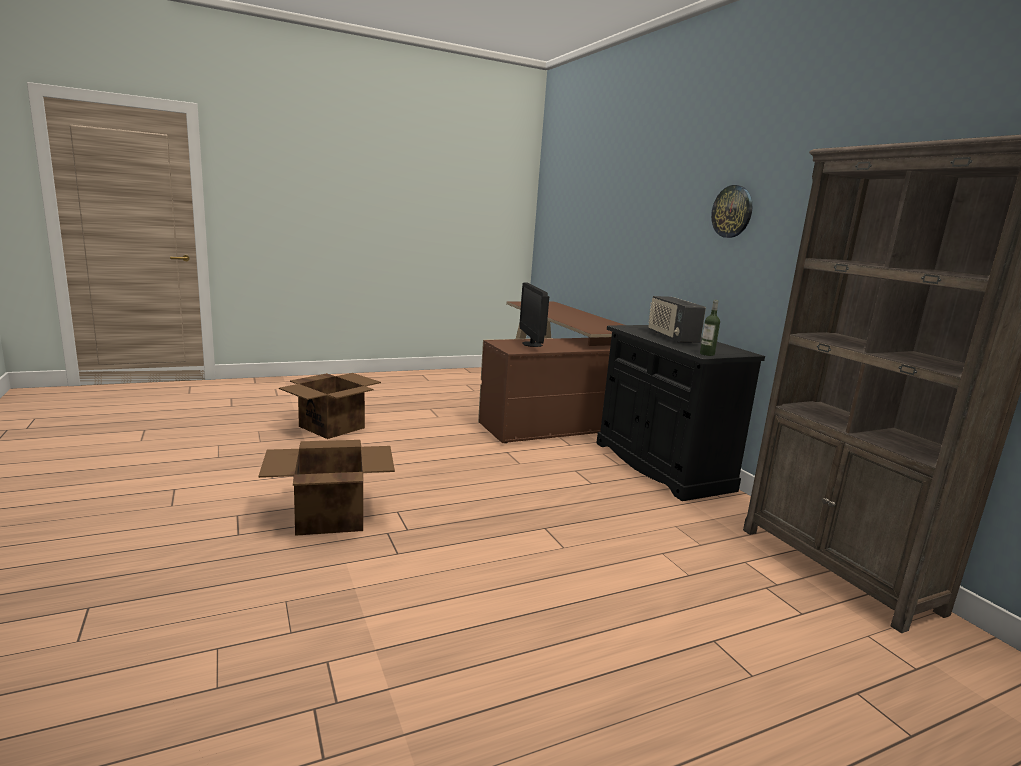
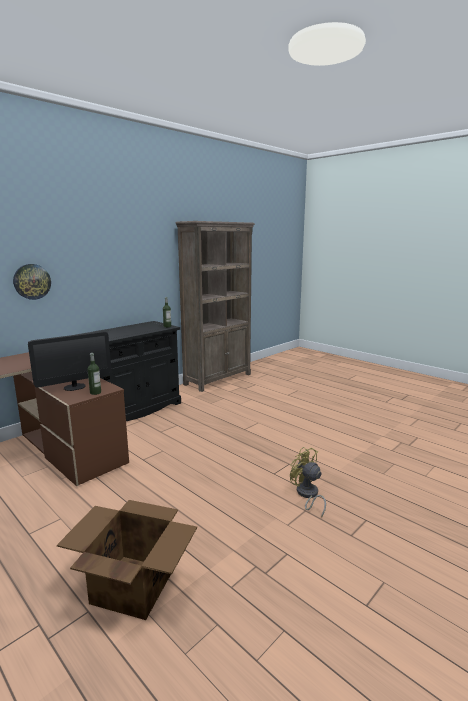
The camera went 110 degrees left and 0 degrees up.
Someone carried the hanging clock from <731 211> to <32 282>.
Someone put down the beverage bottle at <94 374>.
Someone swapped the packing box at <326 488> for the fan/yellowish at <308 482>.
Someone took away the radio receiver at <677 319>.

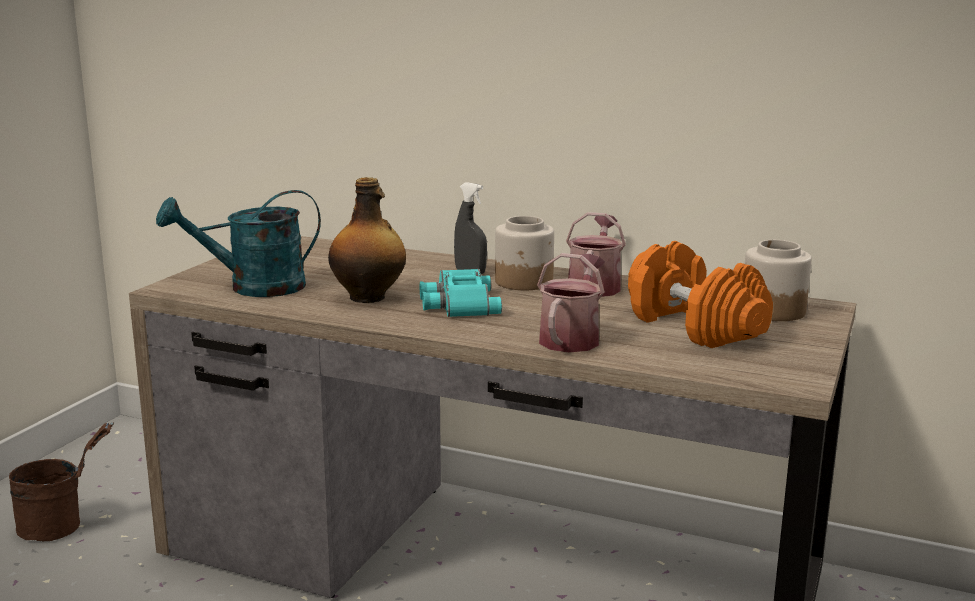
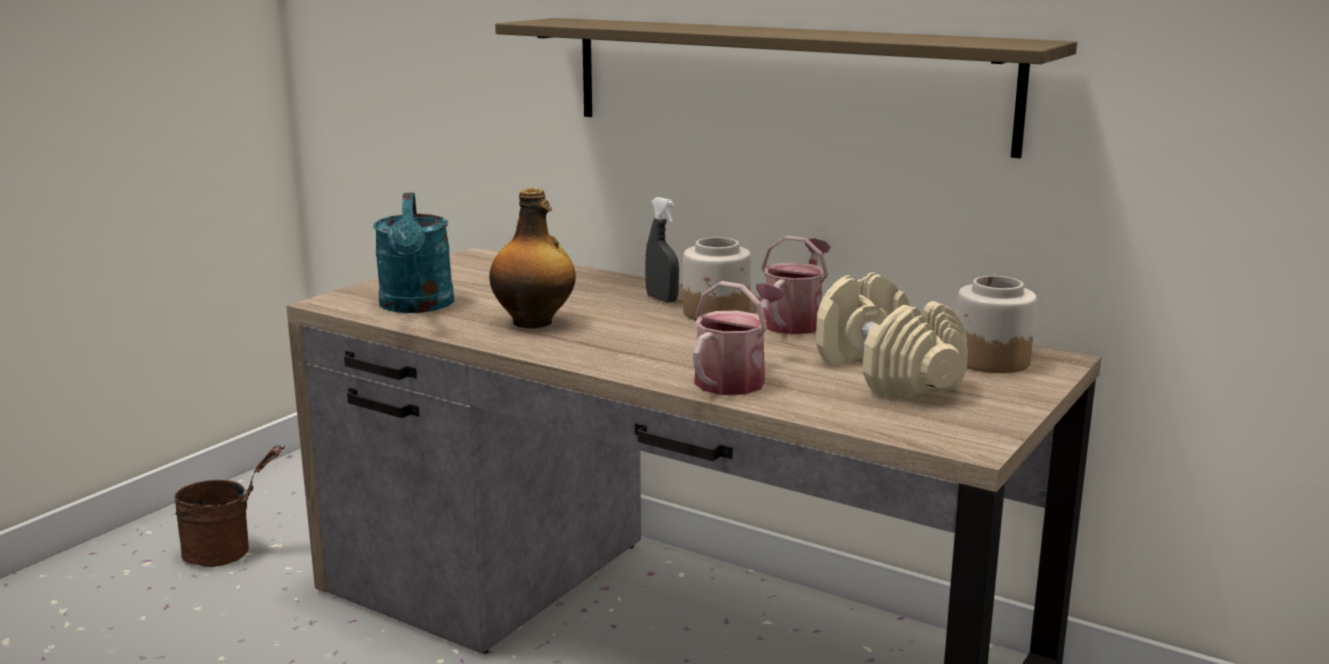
The camera went 10 degrees right and 0 degrees up.
Someone rotated the watering can/blue-green at <238 243> by 90 degrees counterclockwise.
Someone put up the wall shelf at <786 88>.
Someone repainted the dumbbell/orange-coloured at <700 294>, which became the dumbbell/sand-coloured at <892 336>.
Someone took away the field glasses/blue-green at <461 293>.

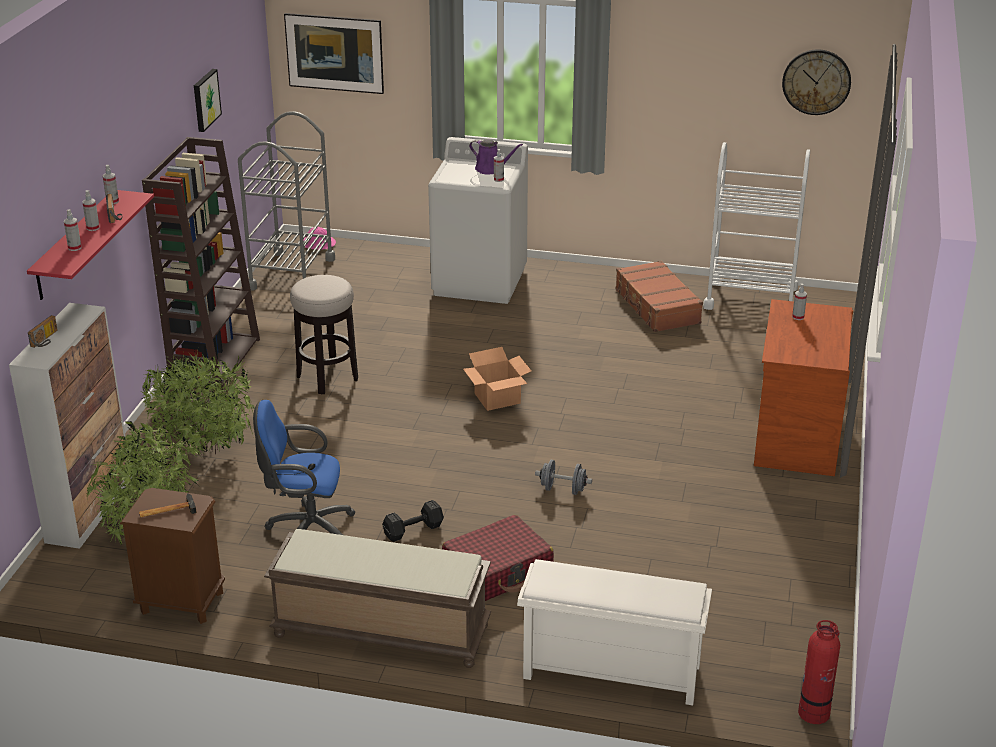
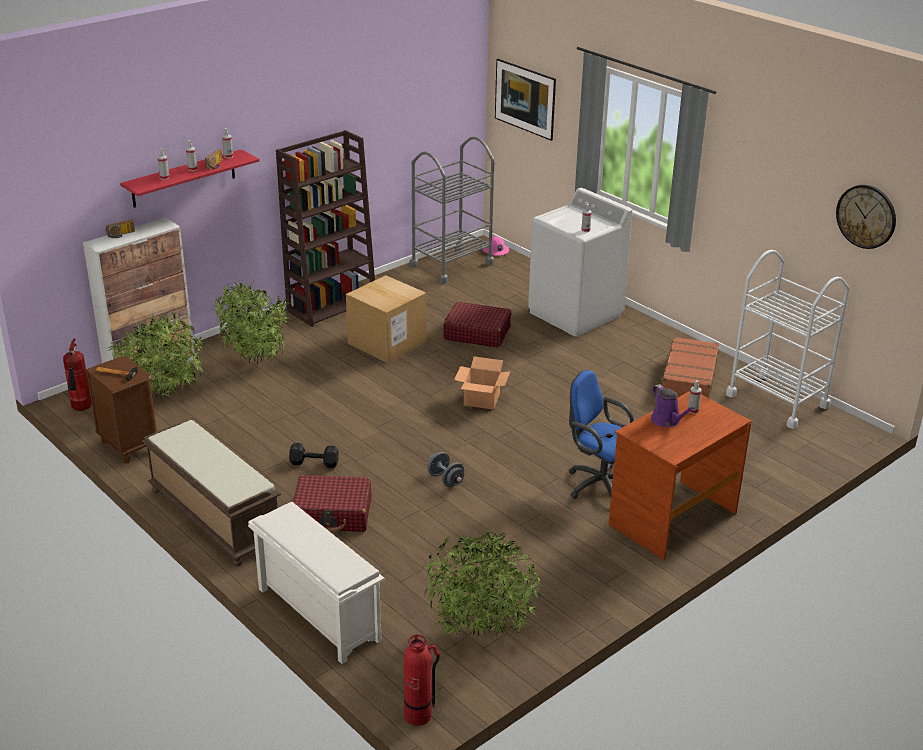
The camera went 35 degrees right and 0 degrees up.
Someone put down the fire-fighting cylinder at <77 374>.
Someone swapped the sitting stool at <324 335> for the packing box at <386 319>.
Someone put down the potted plant at <483 585>.
Someone put down the suitcase/reddish at <477 324>.
Someone carried the desk chair/blue from <304 467> to <601 434>.
Someone carried the watering can/purplish from <496 156> to <673 405>.
Someone took away the wall art at <208 100>.

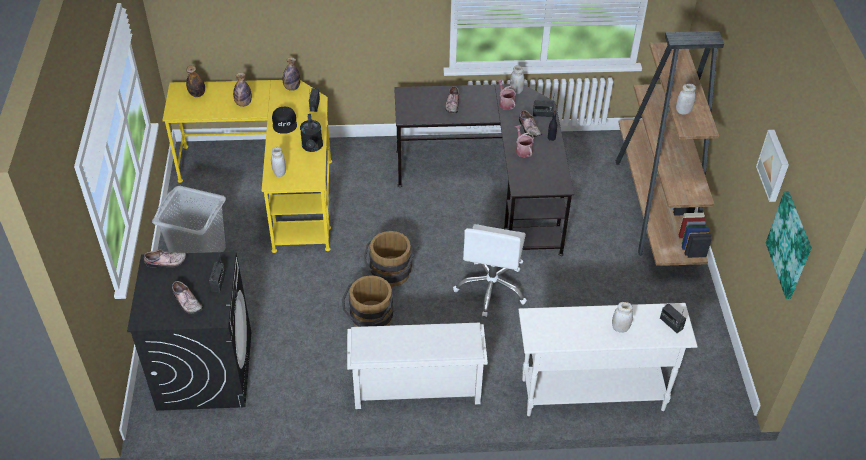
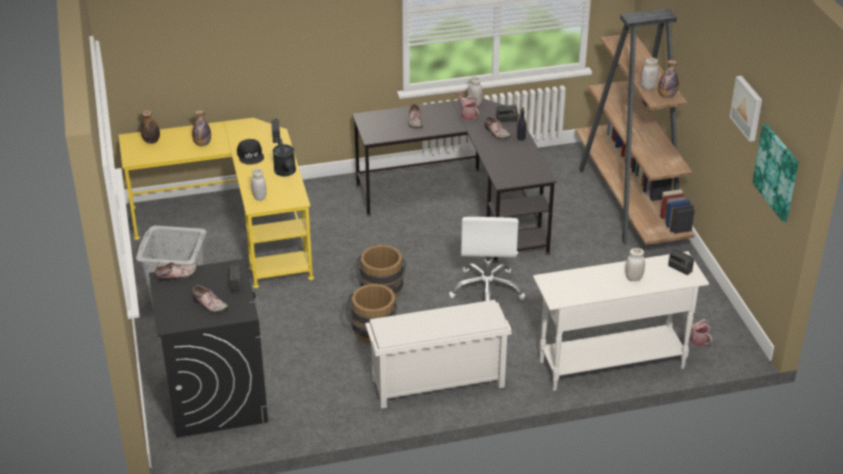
The camera went 10 degrees left and 10 degrees down.
Someone carried the beverage bottle from <291 74> to <668 79>.
Someone carried the watering can from <524 141> to <698 329>.

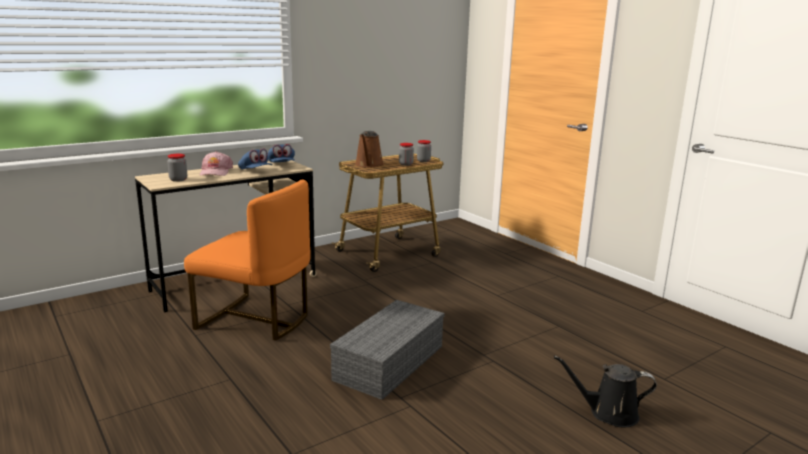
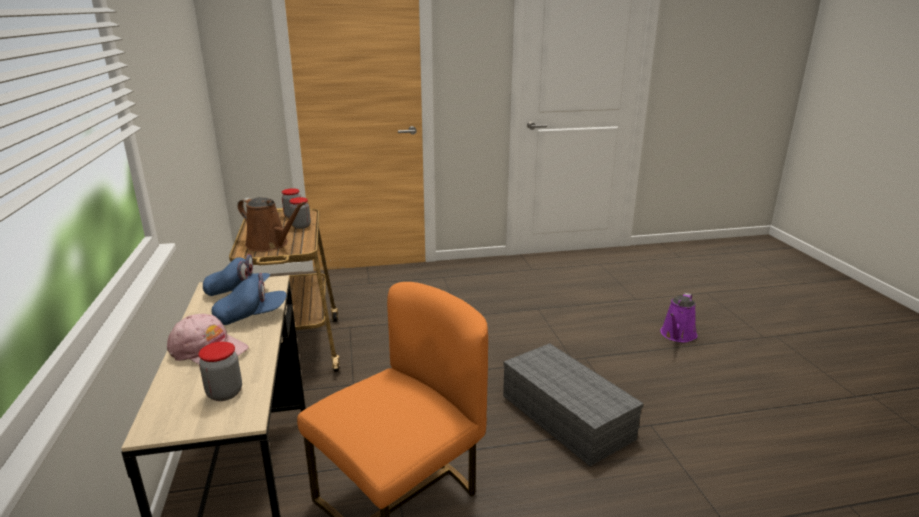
The camera went 65 degrees left and 5 degrees up.
Someone repainted the watering can/blackish at <605 391>, which became the watering can/purplish at <678 317>.

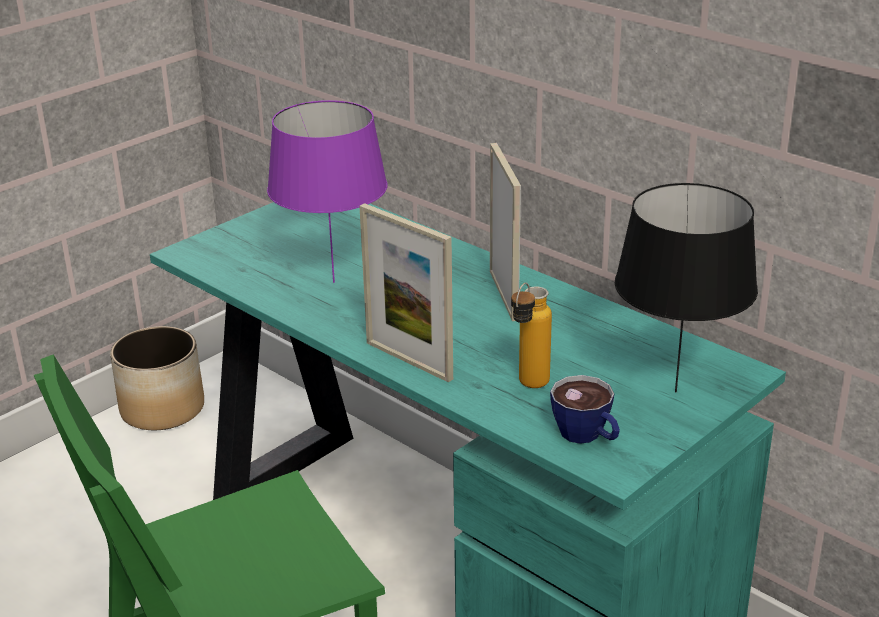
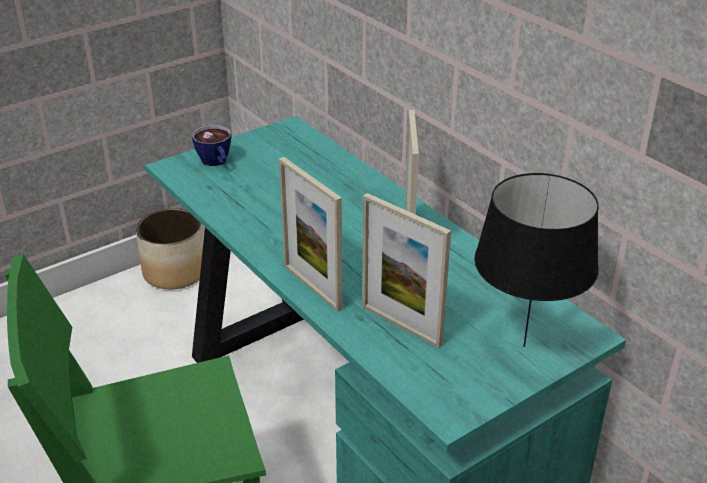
The camera went 10 degrees right and 5 degrees up.
Someone carried the small cup from <585 409> to <211 145>.
Someone swapped the beverage bottle at <531 335> for the picture frame at <406 270>.
Someone took away the tabletop lamp/purplish at <327 191>.

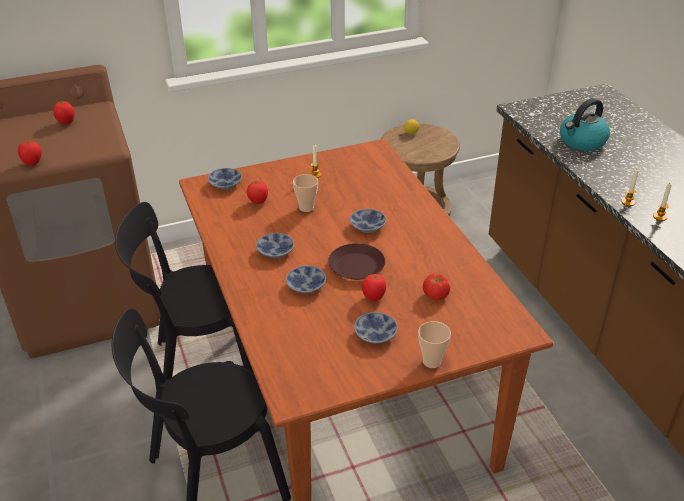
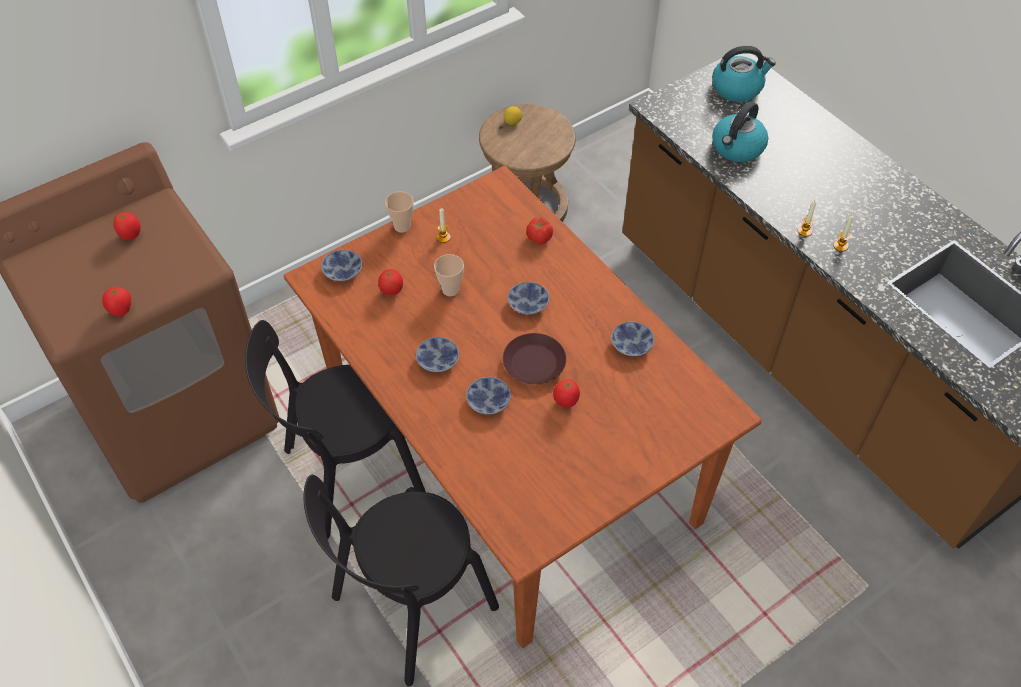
The camera went 15 degrees left and 15 degrees up.
Someone carried the small cup from <434 344> to <399 212>.
Someone carried the fresh tomato from <436 287> to <539 231>.
Someone carried the bowl from <376 328> to <632 339>.
Someone put down the tea kettle at <744 74>.

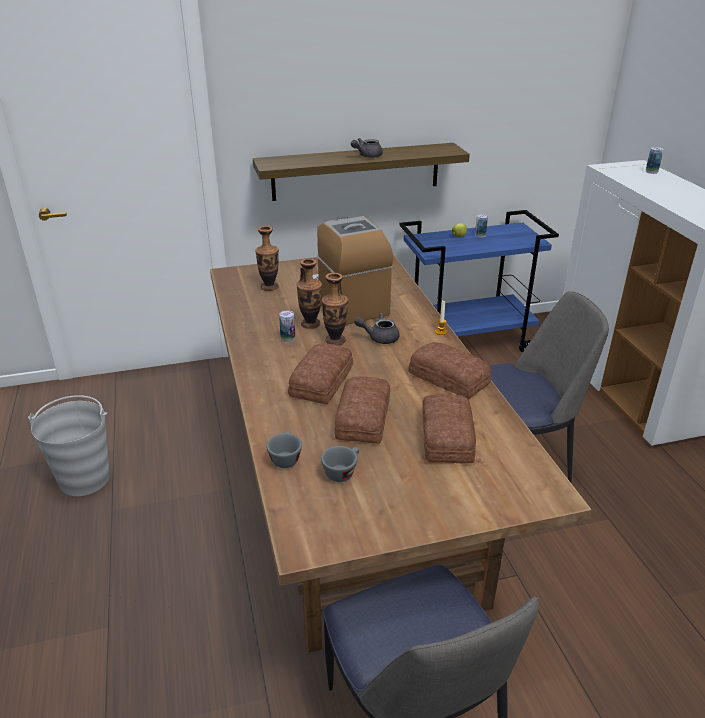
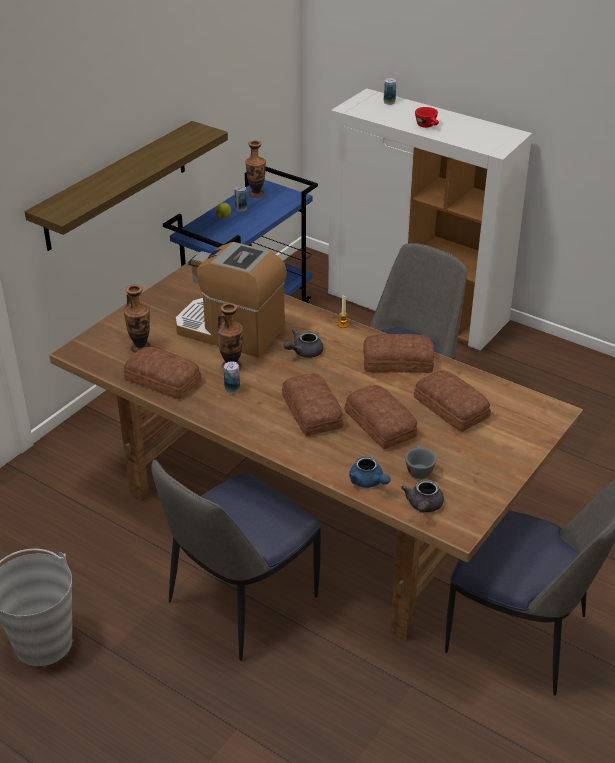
The camera went 40 degrees left and 5 degrees up.
Someone put down the bread at <162 373>.
Someone put down the upright chair at <236 560>.
Someone carried the decorative vase from <335 309> to <255 169>.
Someone swapped the small cup/greyish at <284 449> for the pot for tea/blue at <369 472>.
Someone carried the pot for tea/greyish from <367 148> to <422 496>.
Someone put down the small cup/reddish at <427 117>.

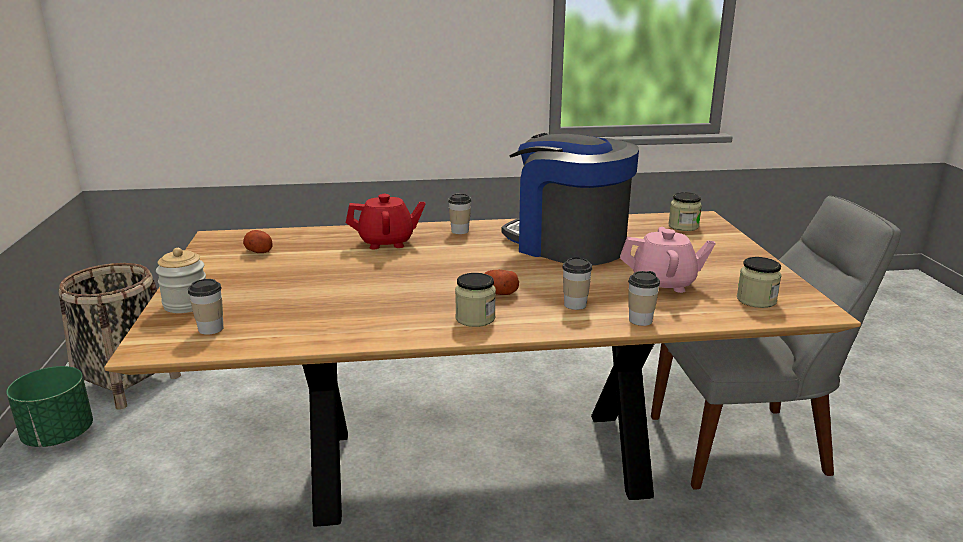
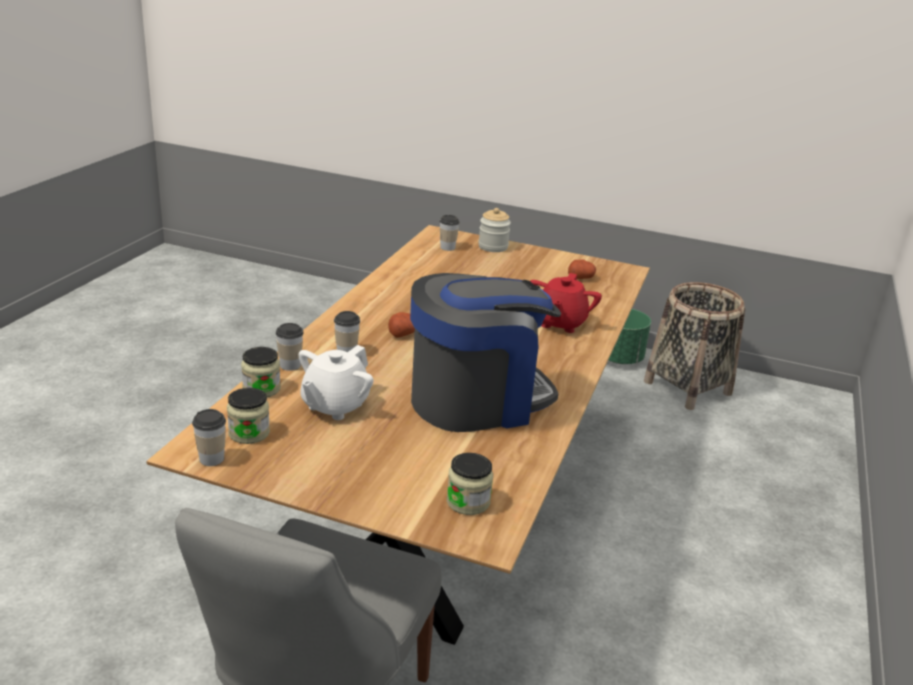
The camera went 115 degrees right and 5 degrees up.
Someone carried the small cup from <459 214> to <209 437>.
Someone carried the storage jar from <475 300> to <261 372>.
Someone repainted the pot for tea/pink-coloured at <668 260>, which became the pot for tea/white at <336 382>.

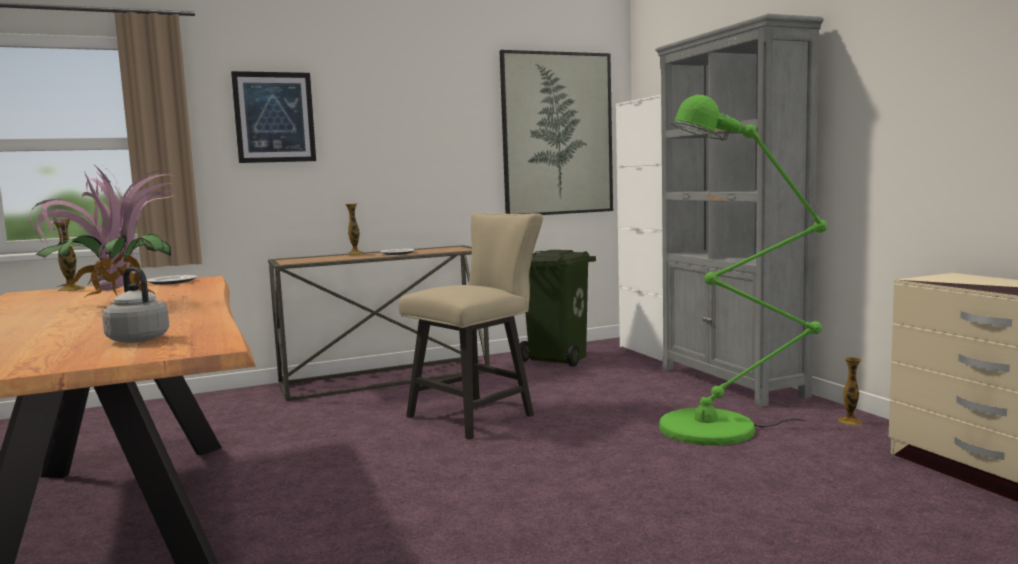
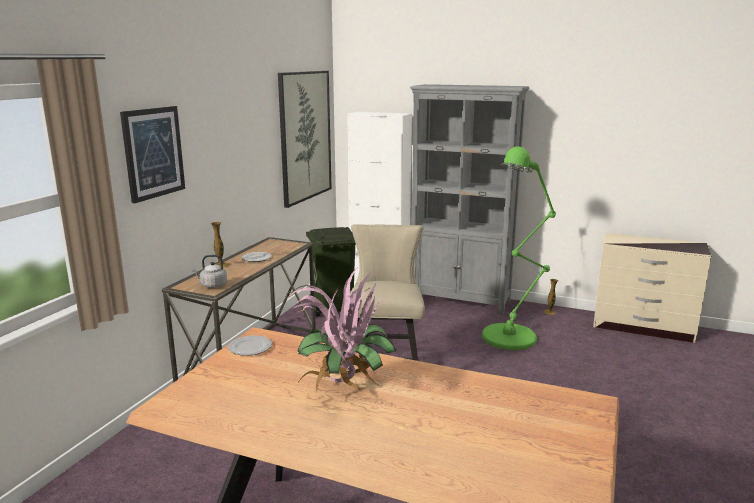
The camera went 45 degrees left and 10 degrees up.
Someone carried the tea kettle/greyish from <135 305> to <210 271>.
Someone took away the decorative vase at <69 255>.

